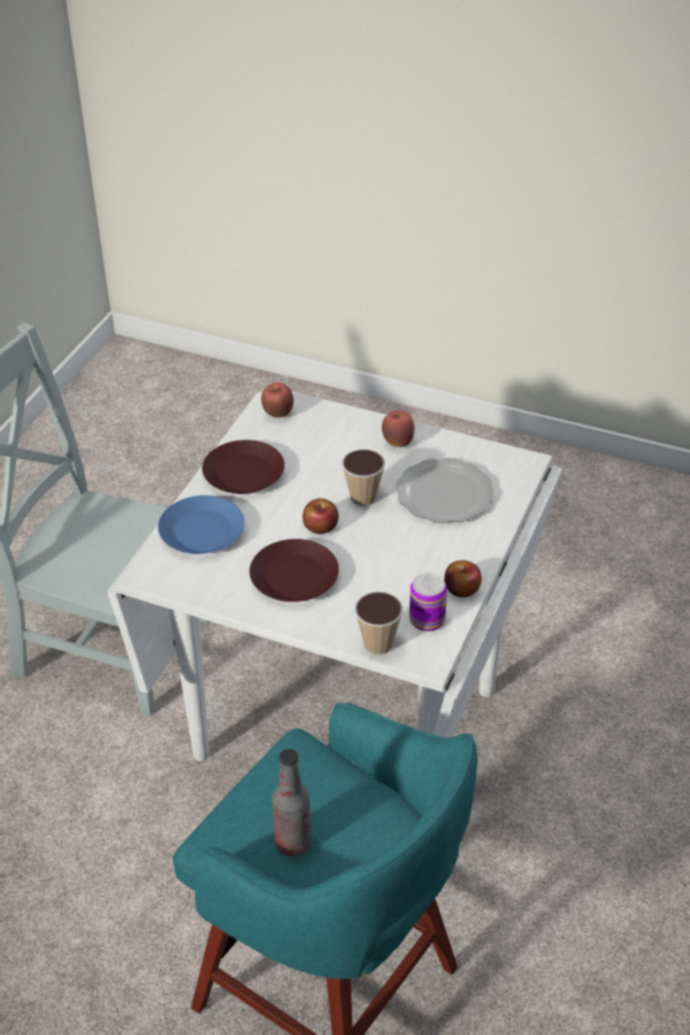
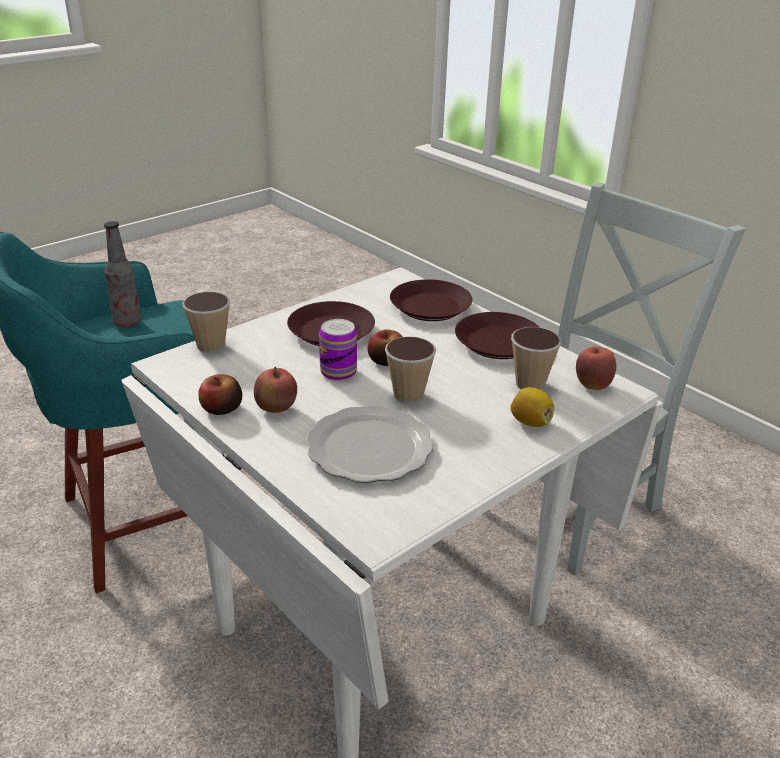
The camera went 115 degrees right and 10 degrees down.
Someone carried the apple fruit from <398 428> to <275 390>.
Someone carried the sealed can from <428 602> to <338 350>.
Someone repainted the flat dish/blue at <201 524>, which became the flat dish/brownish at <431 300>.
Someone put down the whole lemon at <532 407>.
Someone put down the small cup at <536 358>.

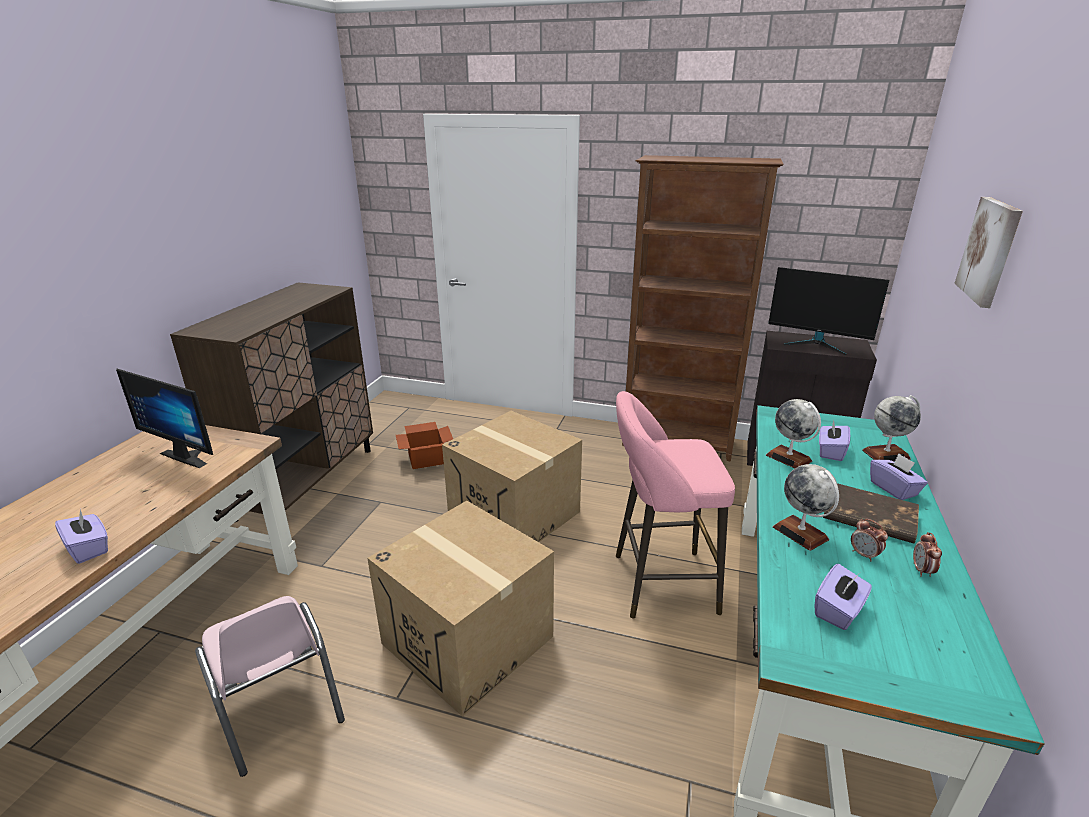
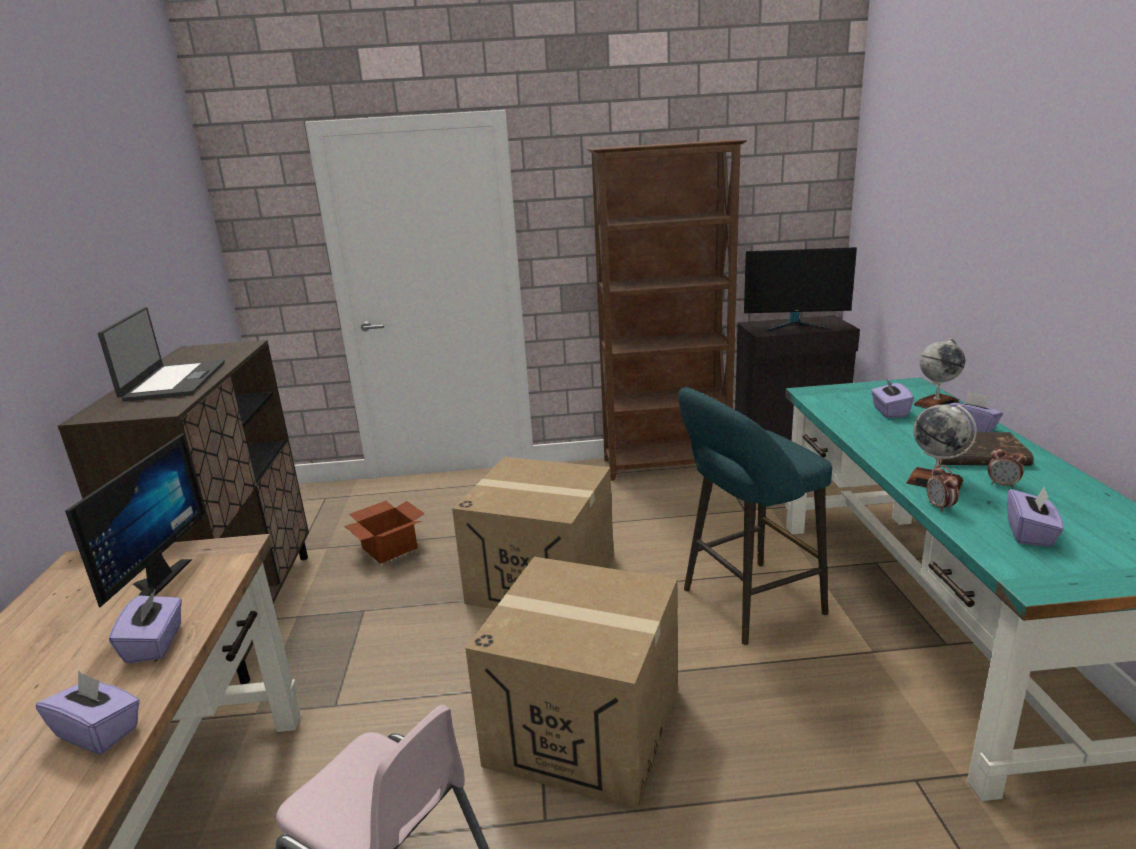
The camera went 20 degrees left and 5 degrees down.
Someone rotated the monitor at <164 418> by 90 degrees counterclockwise.
Someone put down the portable computer at <161 354>.
Someone put down the tissue box/purplish at <145 627>.
Someone repainted the sitting stool/pink-coloured at <675 505>, which became the sitting stool/blue-green at <755 516>.
Someone carried the table clock from <927 554> to <942 488>.
Someone took away the desk globe at <793 433>.
Someone took away the wall art at <989 252>.

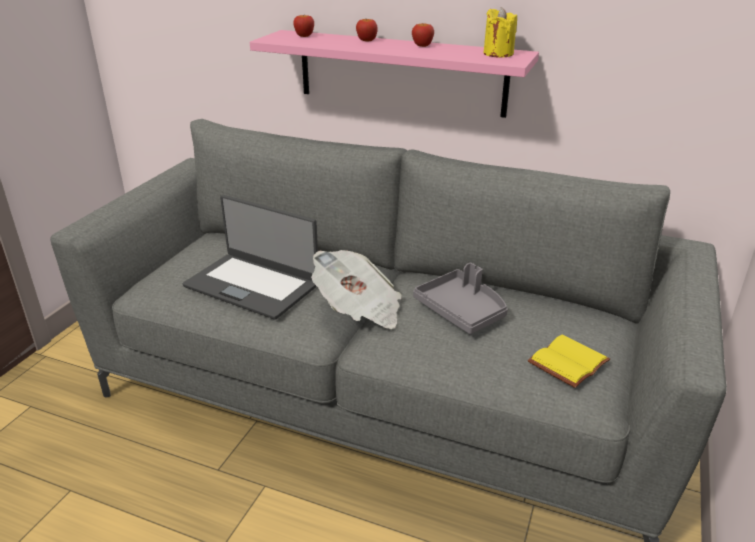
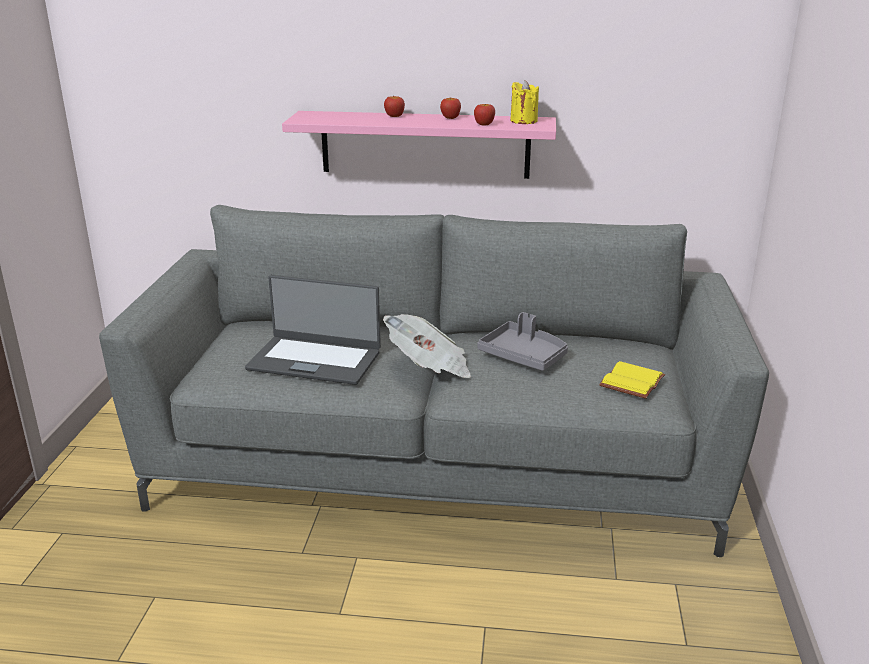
The camera went 15 degrees left and 5 degrees down.
Someone carried the apple fruit from <303 26> to <484 114>.

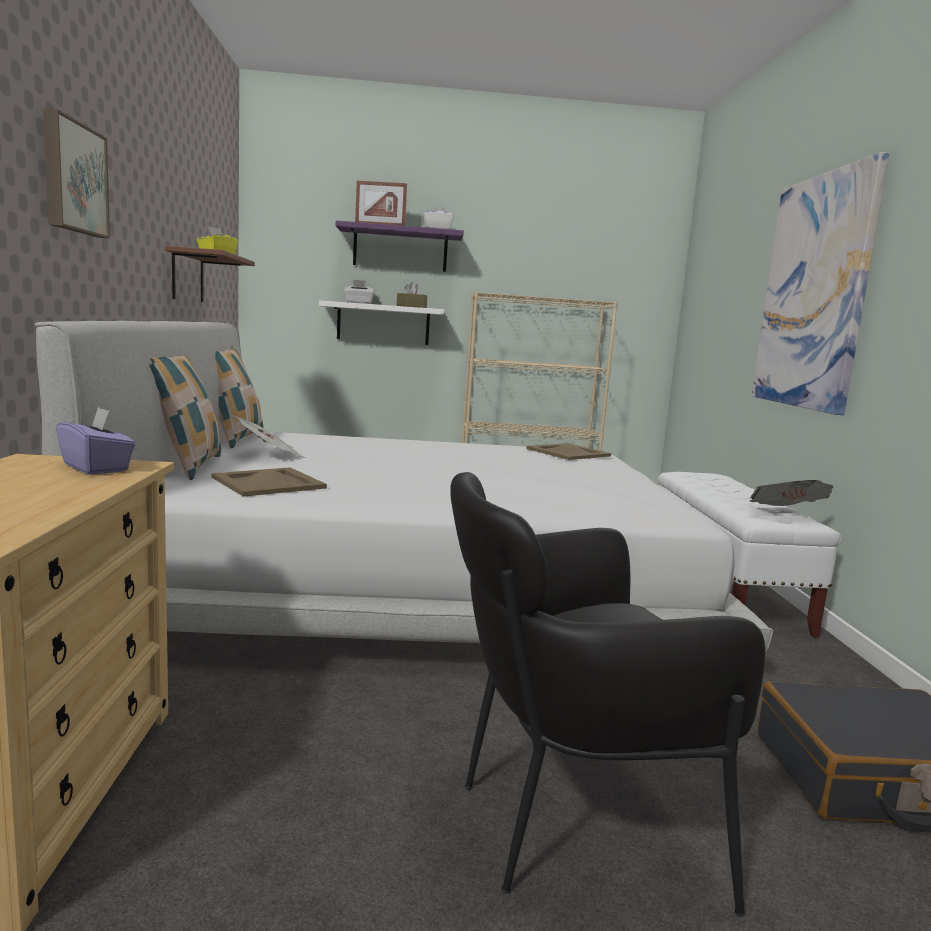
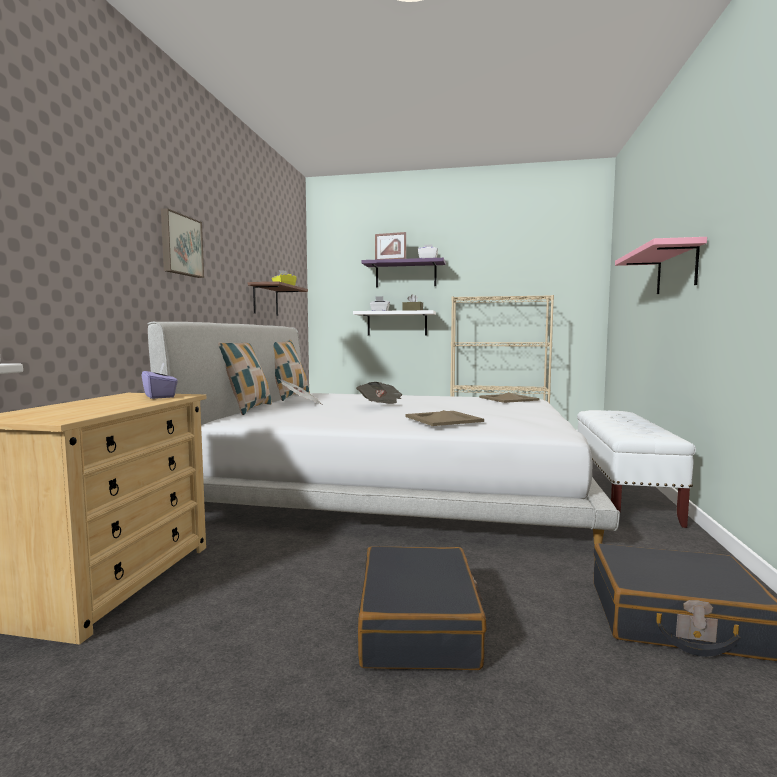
The camera went 15 degrees right and 5 degrees down.
Someone carried the printed paper from <792 493> to <379 393>.
Someone swapped the easy chair/blackish at <607 694> for the suitcase/blackish at <422 608>.
Someone carried the serving tray/sand-coloured from <269 482> to <445 418>.
Someone swapped the wall art at <820 283> for the wall shelf/pink-coloured at <661 265>.

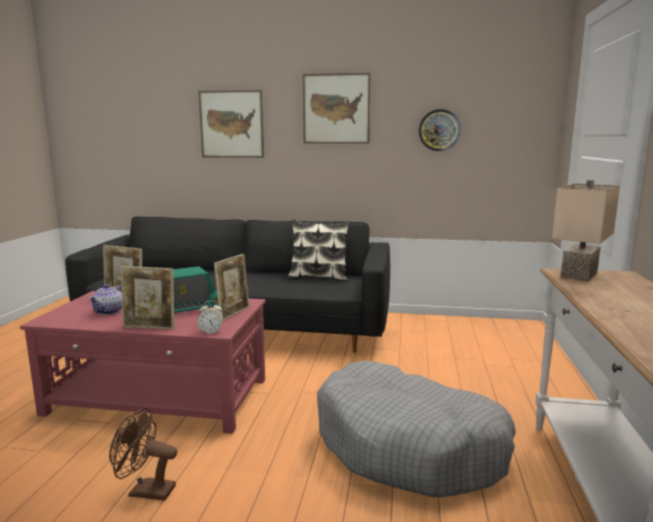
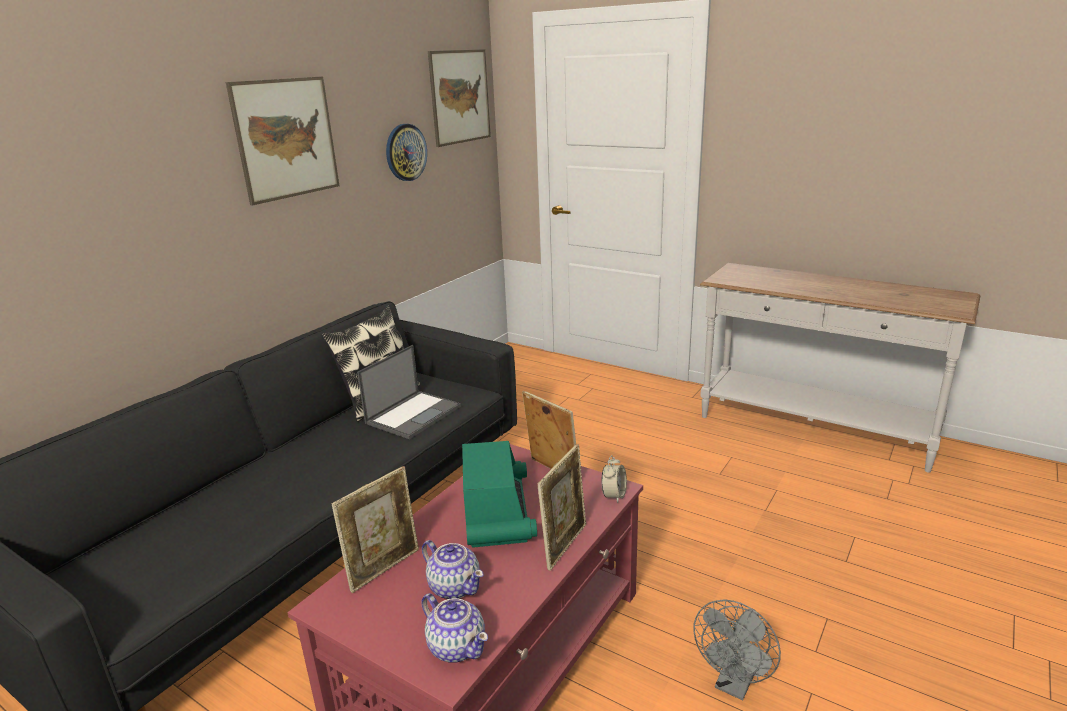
The camera went 65 degrees left and 10 degrees up.
Someone put down the portable computer at <409 392>.
Someone put down the pot for tea at <454 628>.
Someone carried the wall art from <231 124> to <459 98>.
Someone repainted the fan/brownish at <143 454>, which became the fan/greyish at <737 649>.
Someone took away the dog bed/greyish at <416 429>.
Someone took away the tabletop lamp/sand-coloured at <586 231>.

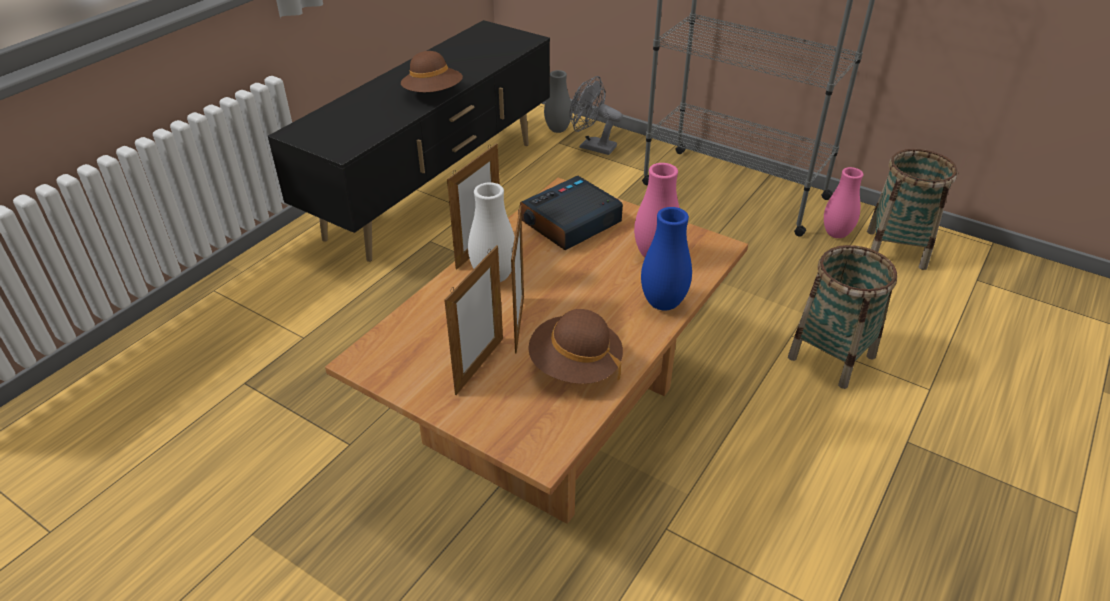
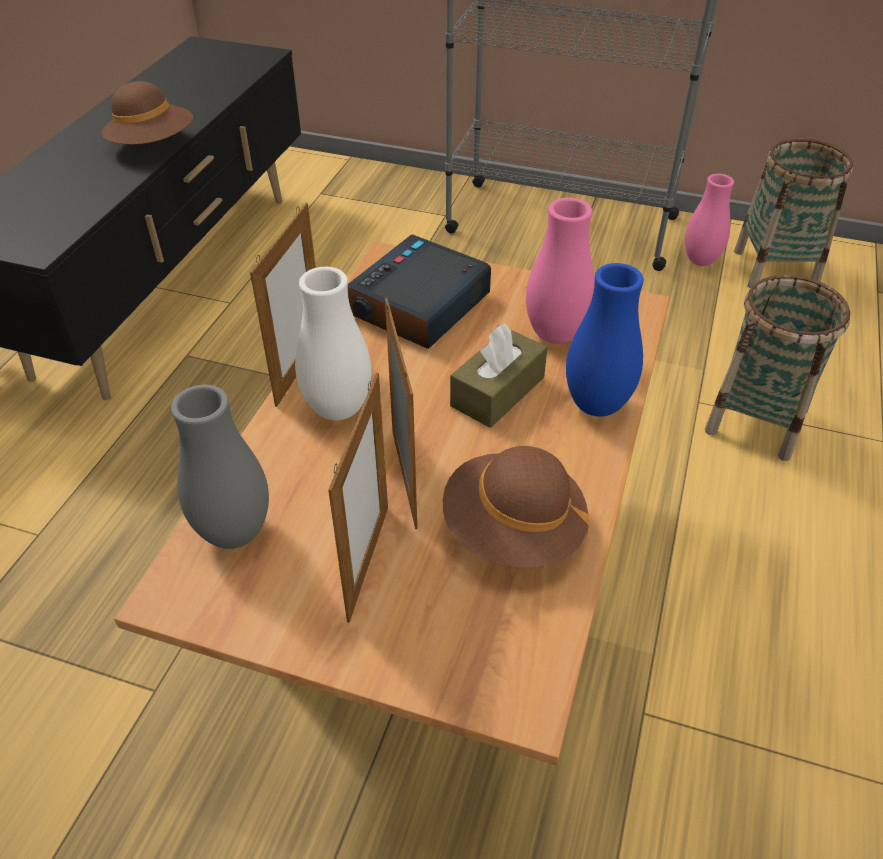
The camera went 15 degrees left and 5 degrees up.
Someone carried the decorative vase/greyish from <558 101> to <220 466>.
Someone put down the tissue box/brownish at <498 376>.
Someone took away the fan/greyish at <596 115>.

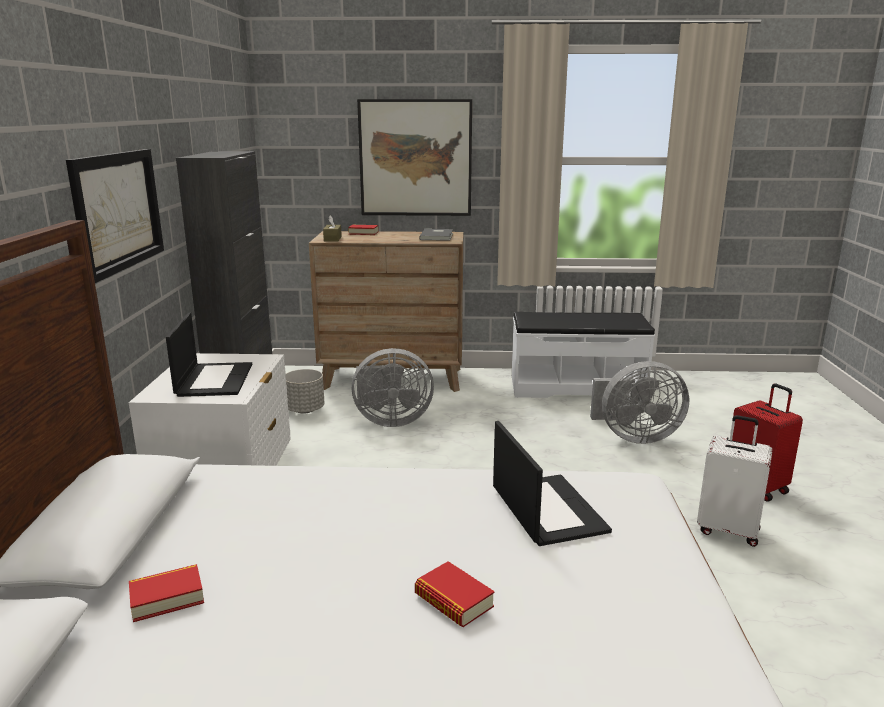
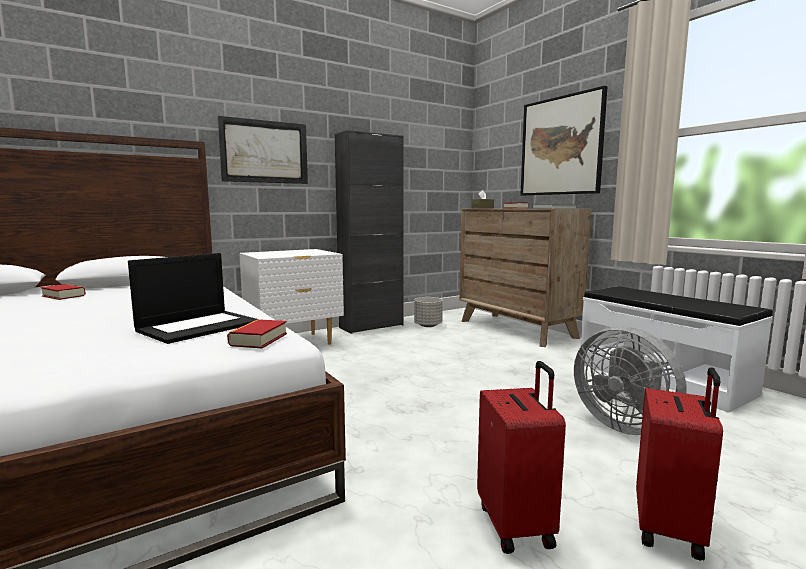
The camera went 55 degrees right and 10 degrees down.
Someone carried the volume from <455 594> to <257 333>.
Someone repainted the suitcase/white at <735 481>, which became the suitcase/reddish at <521 457>.
Someone took away the portable computer at <209 355>.
Someone took away the fan/greyish at <393 387>.

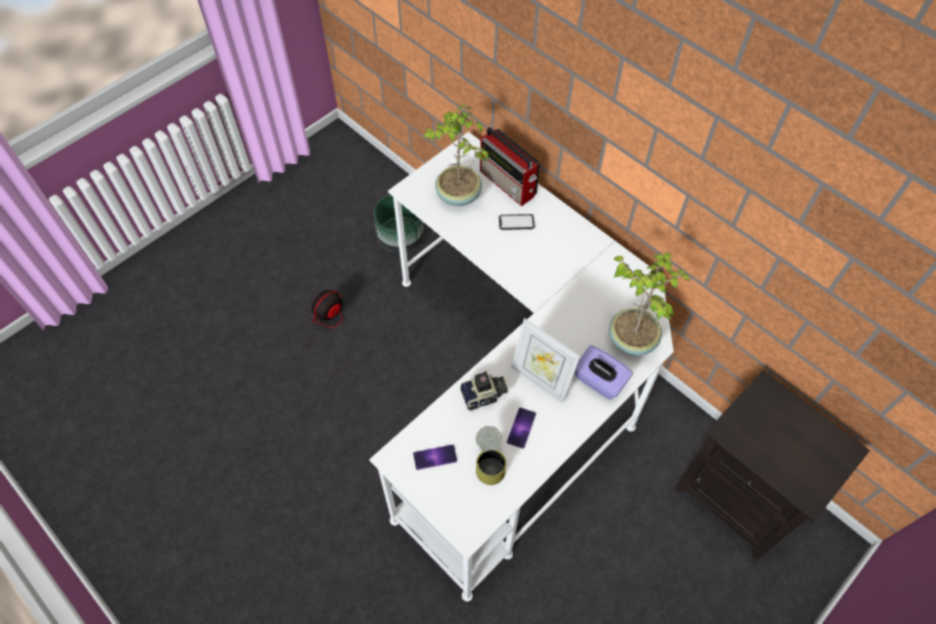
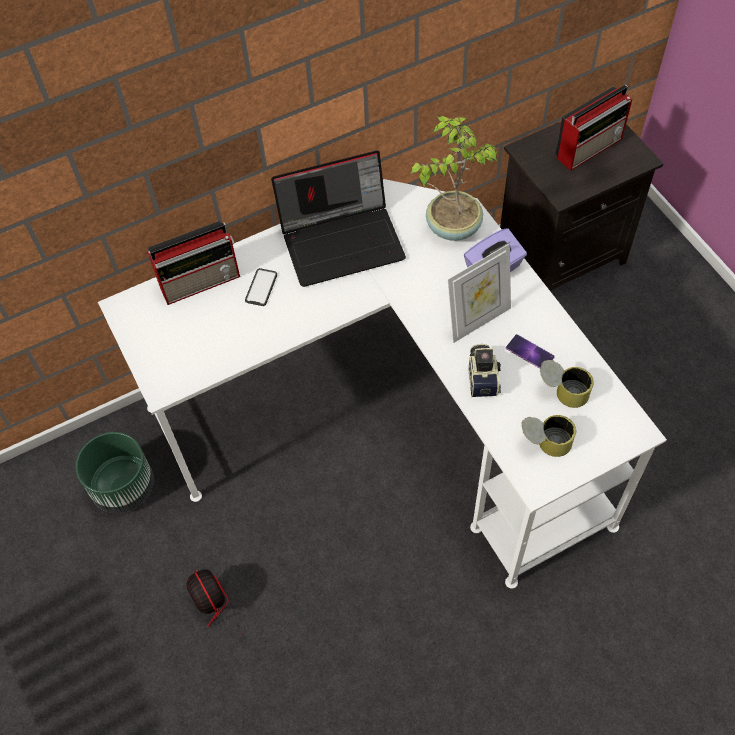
The camera went 70 degrees left and 0 degrees up.
Someone put down the portable computer at <338 218>.
Someone swapped the handset at <435 457> for the sealed can at <549 436>.
Someone put down the radio receiver at <593 128>.
Someone took away the potted plant at <456 155>.

